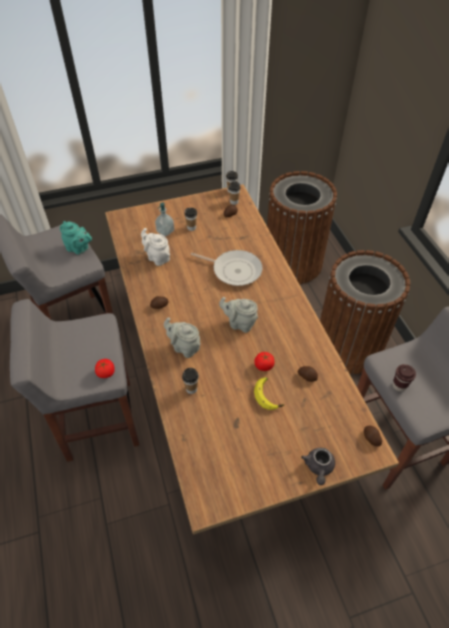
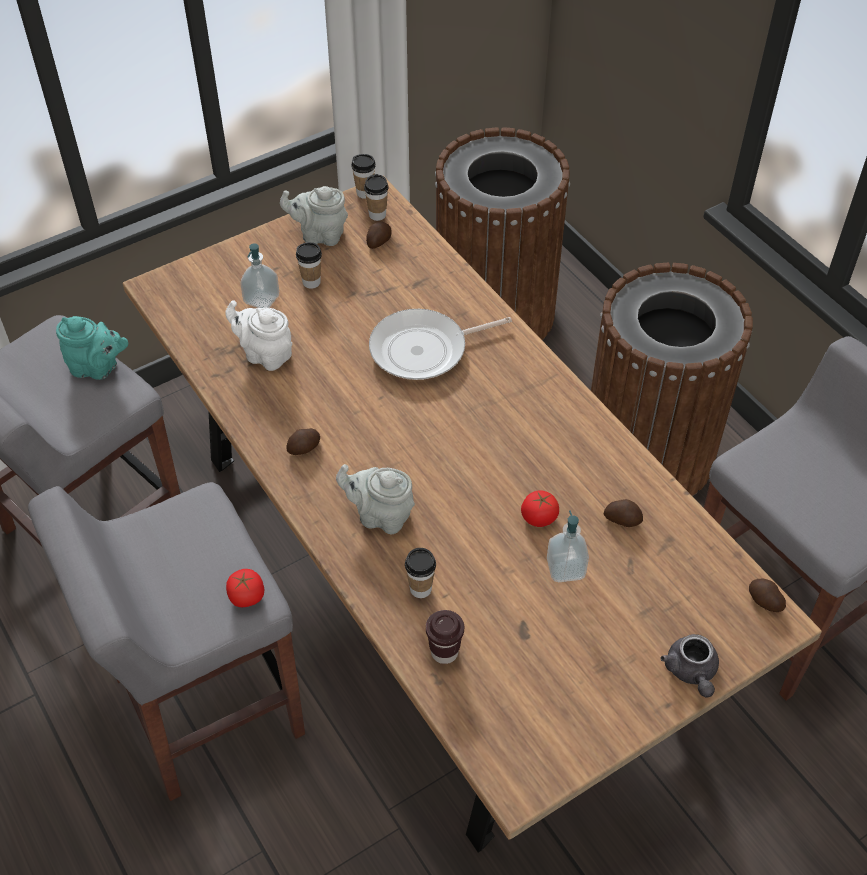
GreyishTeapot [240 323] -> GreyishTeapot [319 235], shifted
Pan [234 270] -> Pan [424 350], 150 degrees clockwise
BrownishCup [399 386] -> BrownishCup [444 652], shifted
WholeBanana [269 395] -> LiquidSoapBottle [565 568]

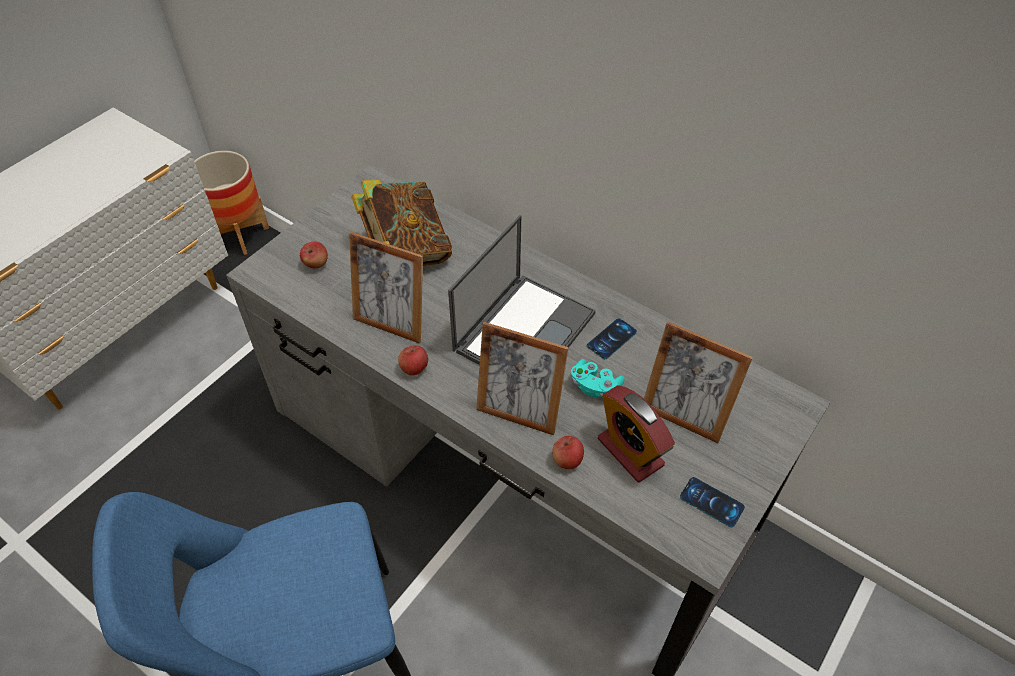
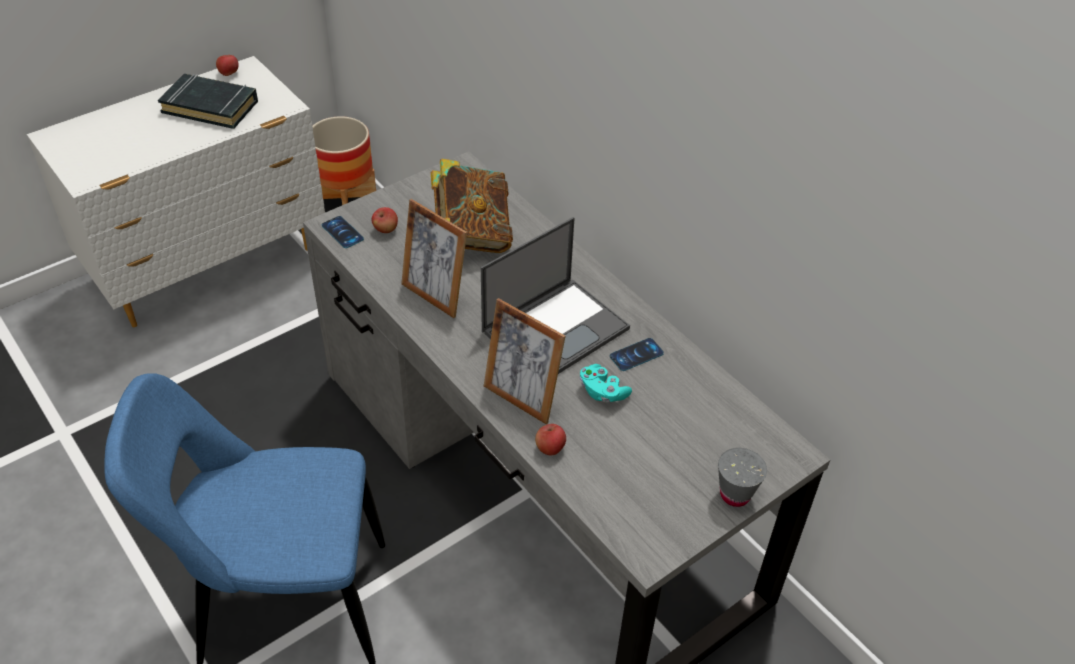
none -> BlackishBoundBook [210 106]
WholeApple [414 368] -> WholeApple [229 73], shifted
Handset [711 502] -> Handset [342 232], shifted
none -> GreyishCup [735 494]
BedsideClock [630 452] -> none
PhotoFrame [683 416] -> none

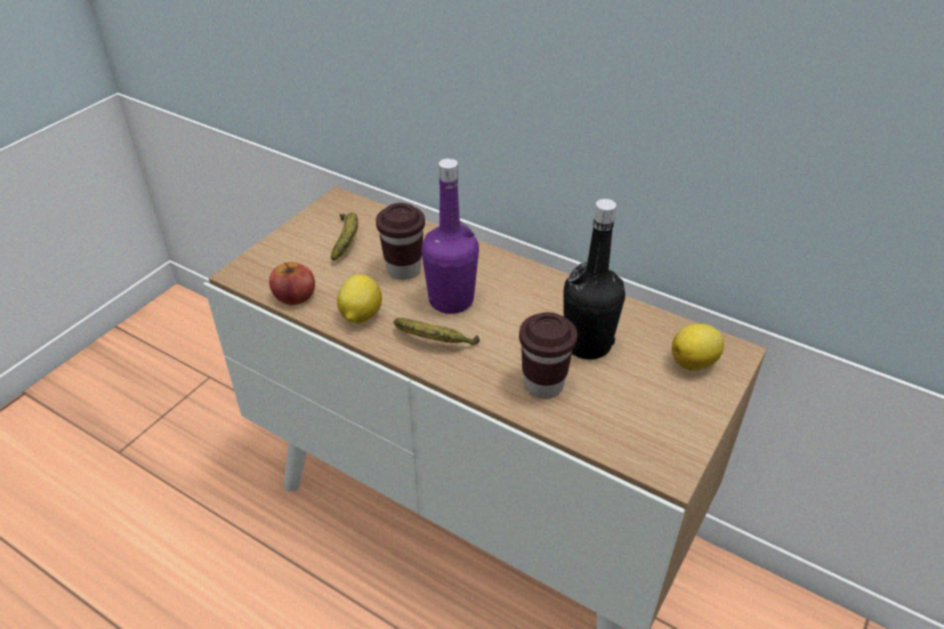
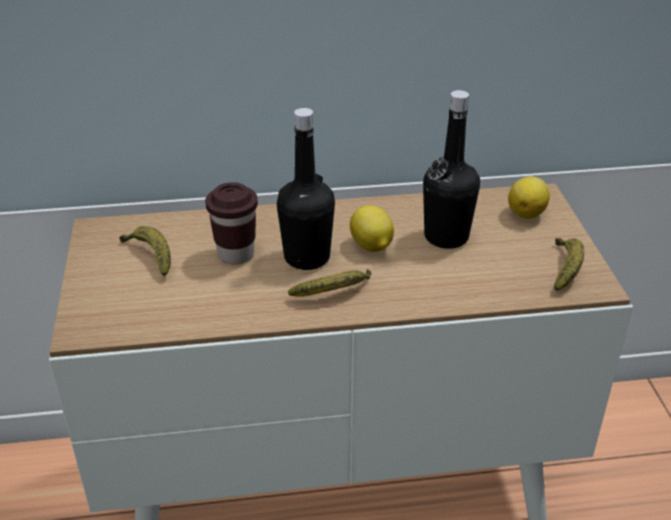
PurpleBottle [451 300] -> BlackishBottle [307 257]
Lemon [360 316] -> Lemon [371 246], shifted
none -> WholeBanana [565 269]
WholeApple [294 295] -> none
BrownishCup [543 385] -> none

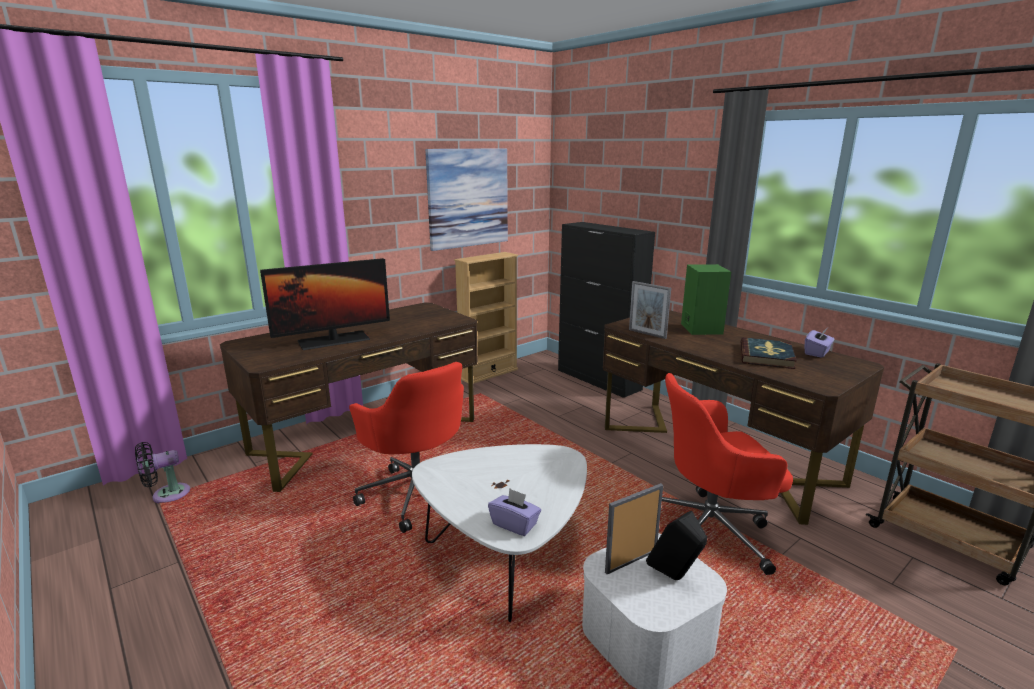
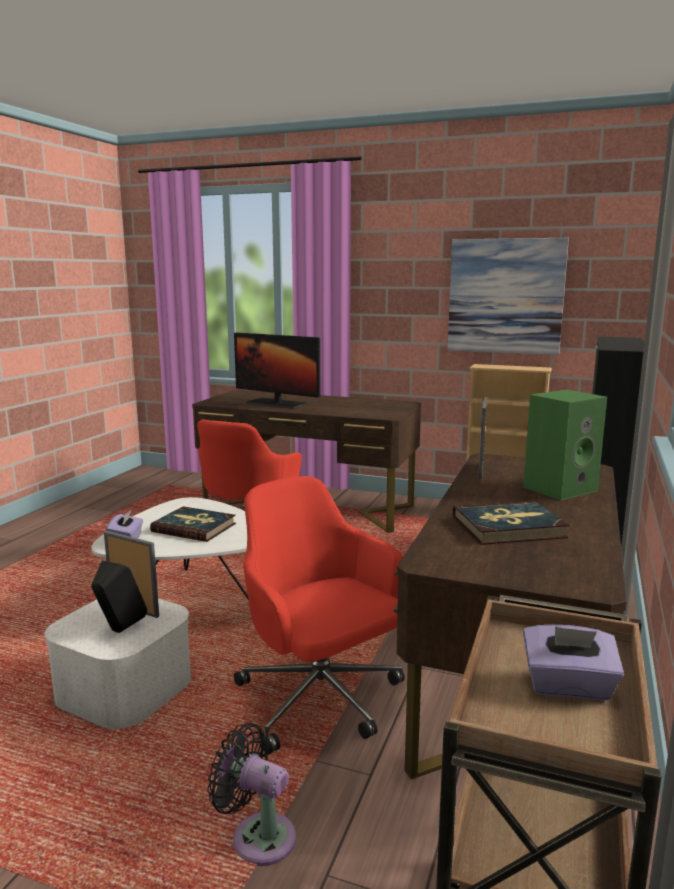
none -> BoundBook [194 527]
BlackishElectricFan [167 495] -> BlackishElectricFan [258 836], shifted
PurpleTissueBox [817 353] -> PurpleTissueBox [568 686], shifted

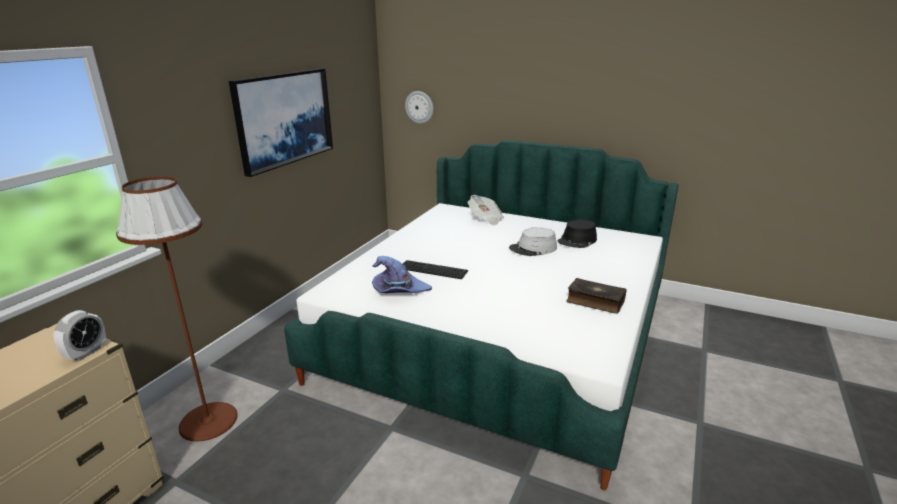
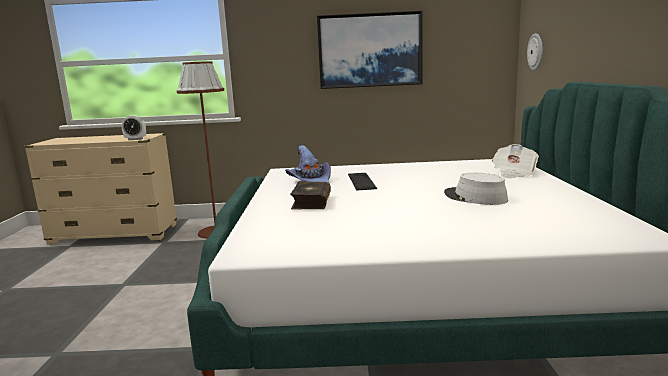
BoundBook [595 301] -> BoundBook [310 202], shifted
BlackishWearableHat [577 240] -> none

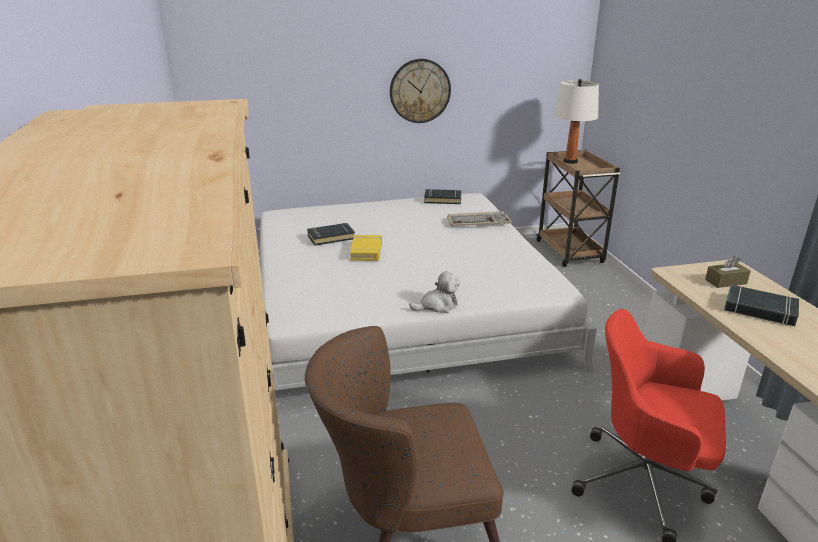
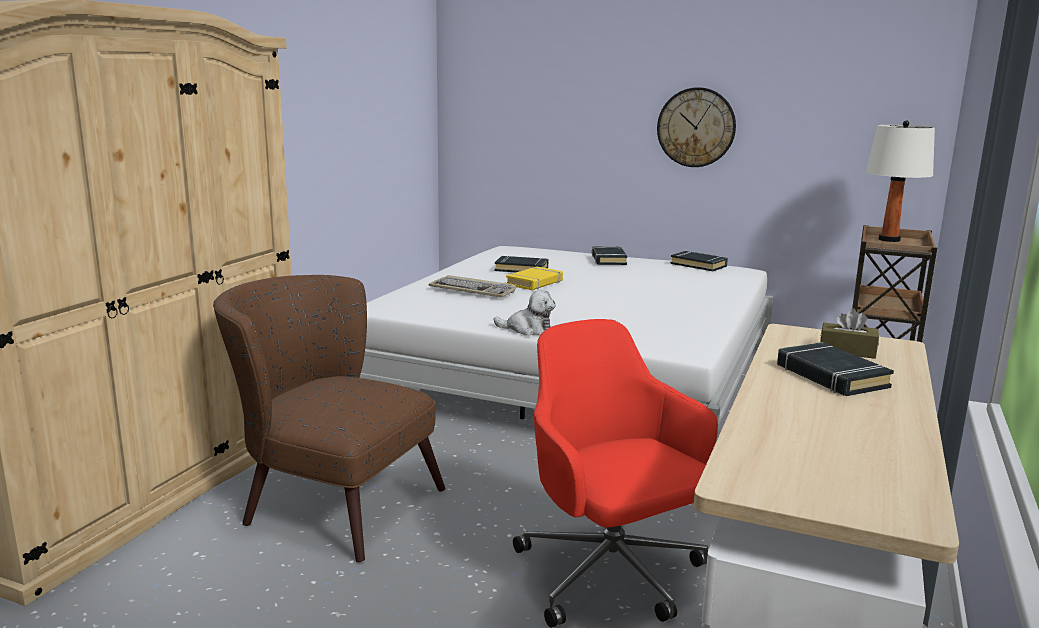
ComputerKeyboard [478 221] -> ComputerKeyboard [474 290], shifted
none -> BlackishBoundBook [608 259]

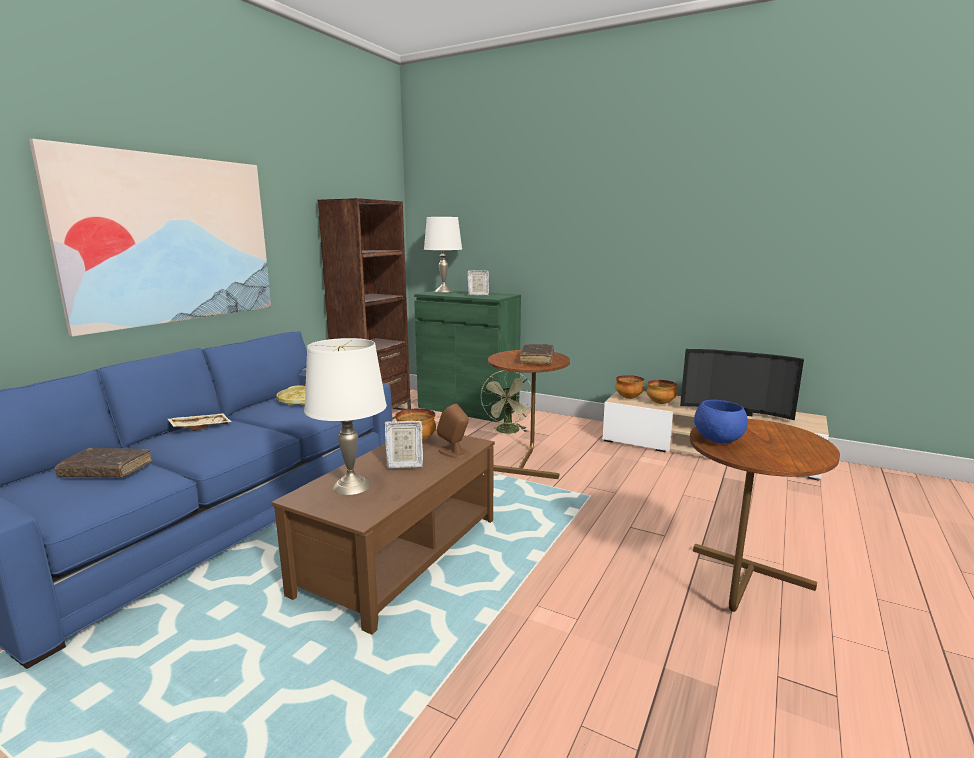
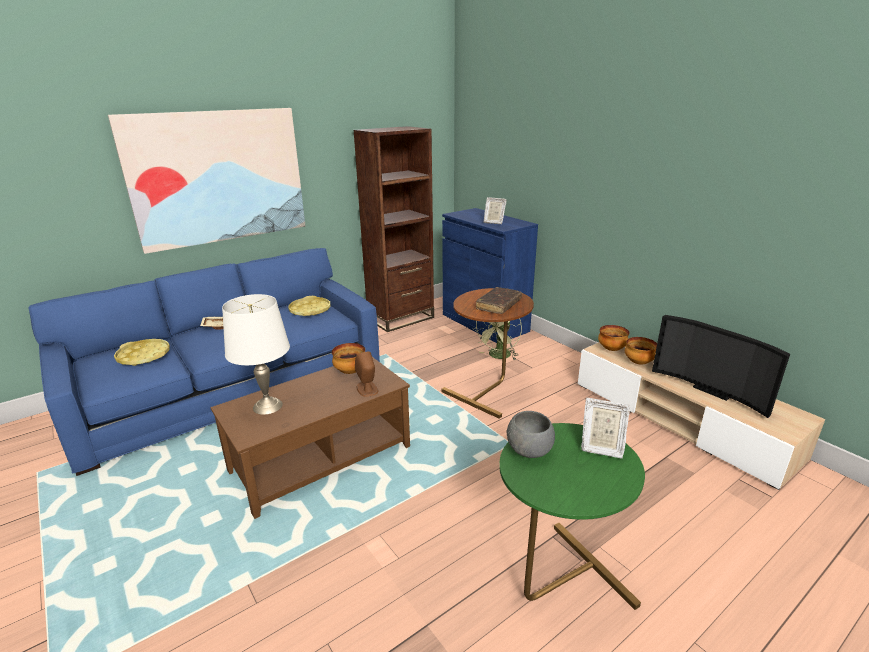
BrownishBoundBook [106 471] -> YellowServingTray [144 356]
GreenCupboard [468 408] -> BlueColouredCupboard [484 323]
BrownishEndTable [740 593] -> GreenEndTable [556 585]
BlueColouredServingBowl [717 440] -> GreyishServingBowl [528 451]
PhotoFrame [404 464] -> PhotoFrame [601 447], shifted
WhiteTabletopLamp [443 291] -> none

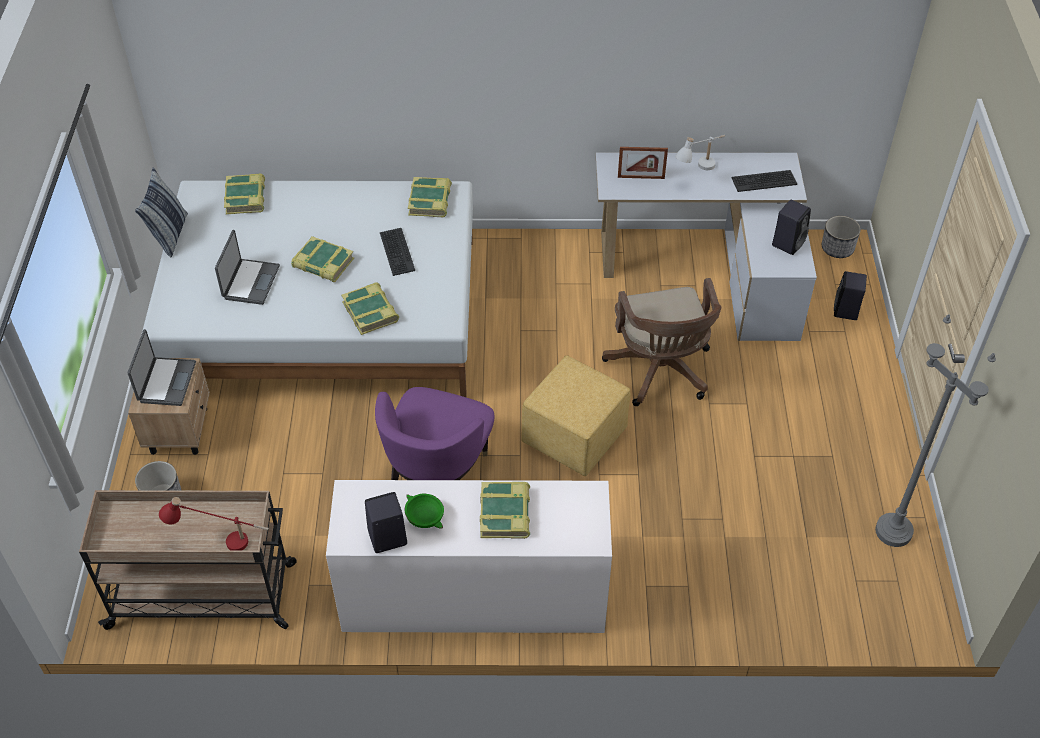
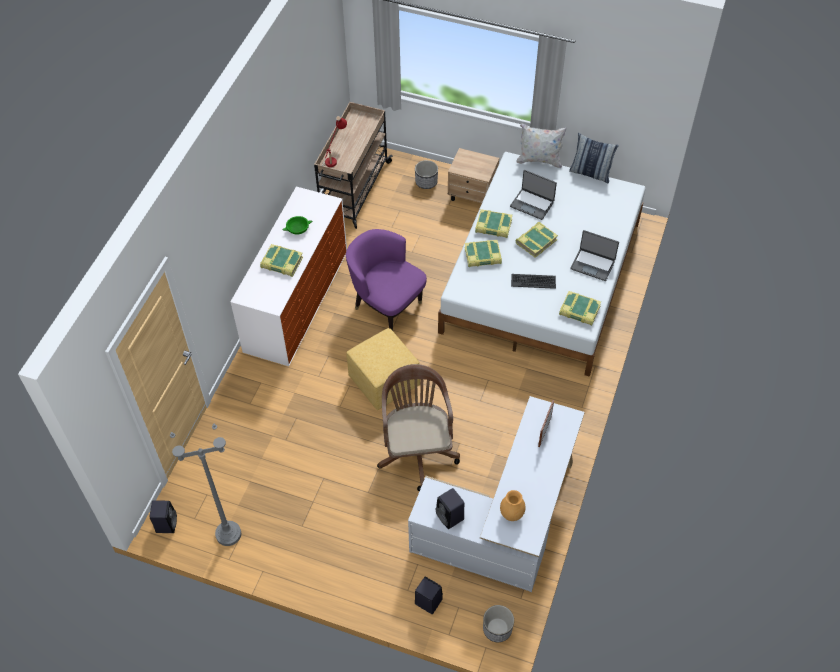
BlackishLoudspeaker [386 538] -> BlackishLoudspeaker [166 523], shifted
BrownishDeskChair [660 372] -> BrownishDeskChair [417 450], 75 degrees clockwise
BoundBook [246 198] -> BoundBook [493 226], shifted
ComputerKeyboard [764 181] -> BrownishVase [512 515]
none -> WhiteCushion [539 160]
PortableComputer [166 382] -> PortableComputer [593 264], shifted
WhiteTabletopLamp [699 171] -> none

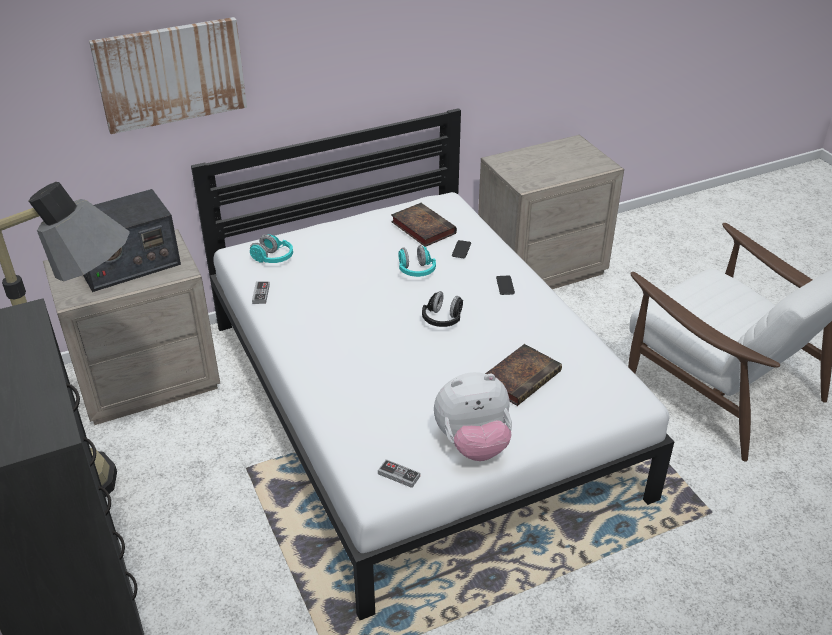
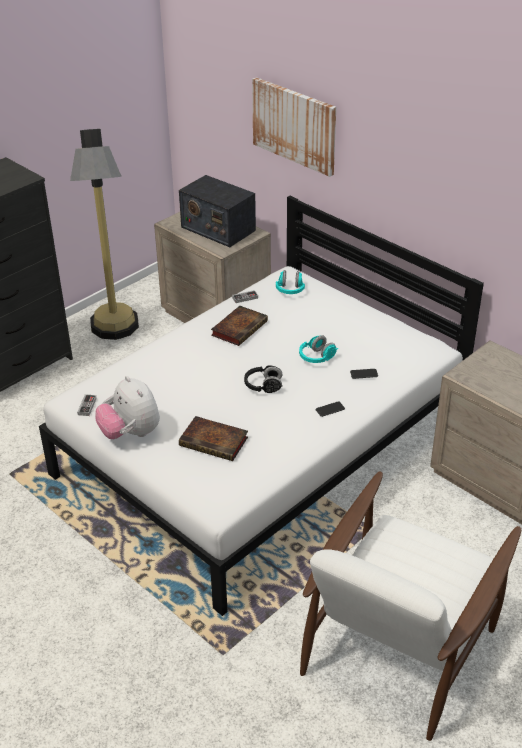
BoundBook [421 227] -> BoundBook [239 328], shifted

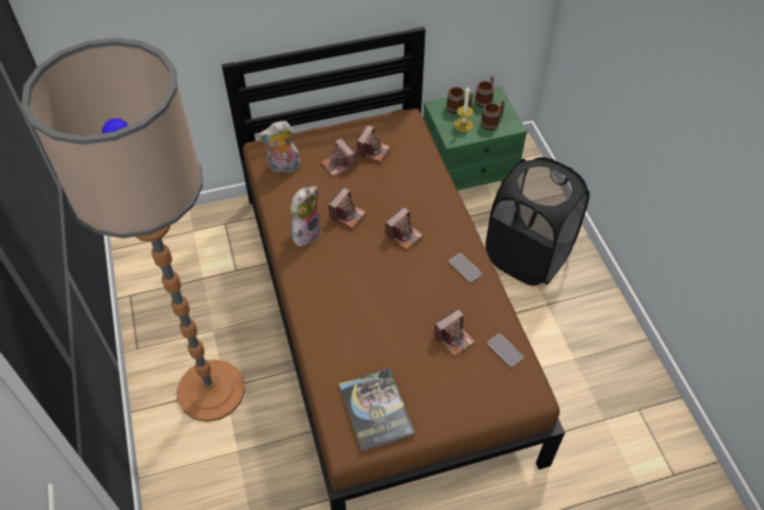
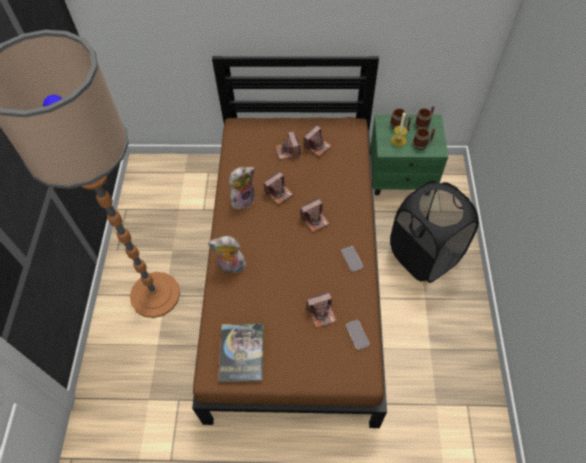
SoftToy [283 167] -> SoftToy [230 266], shifted

